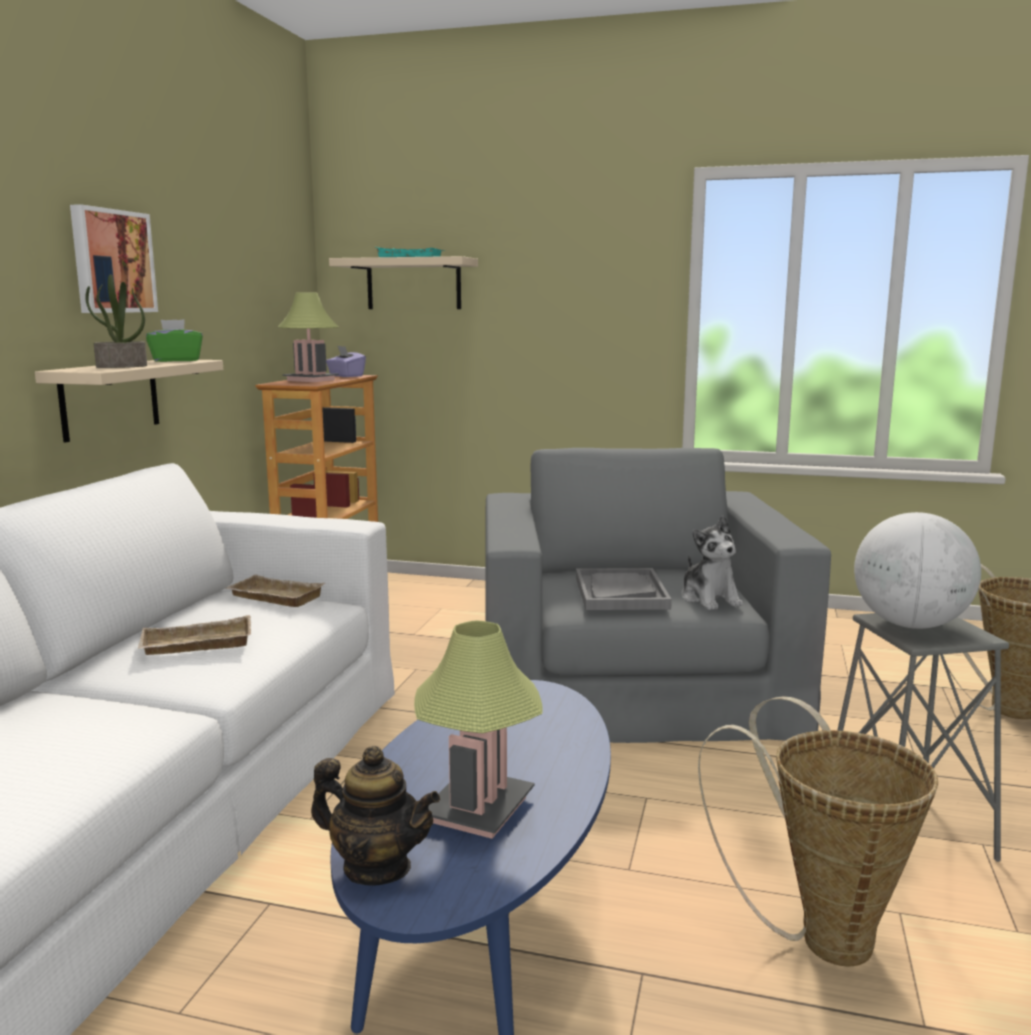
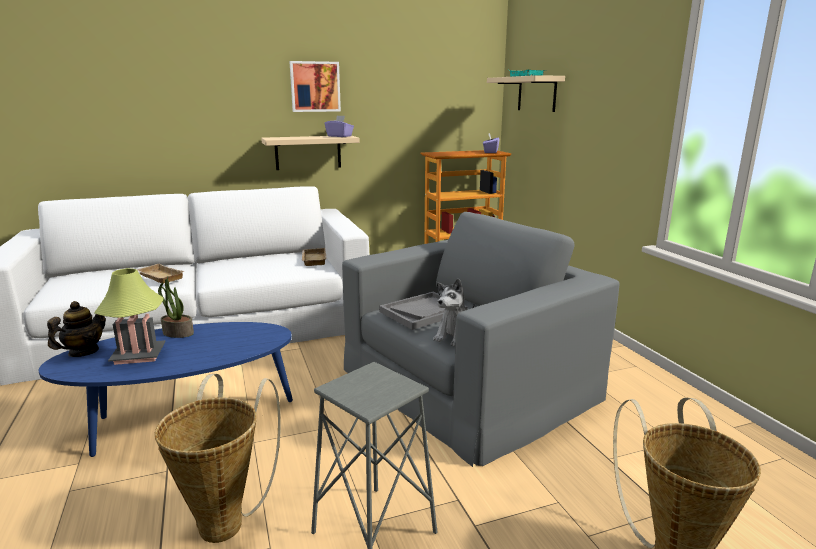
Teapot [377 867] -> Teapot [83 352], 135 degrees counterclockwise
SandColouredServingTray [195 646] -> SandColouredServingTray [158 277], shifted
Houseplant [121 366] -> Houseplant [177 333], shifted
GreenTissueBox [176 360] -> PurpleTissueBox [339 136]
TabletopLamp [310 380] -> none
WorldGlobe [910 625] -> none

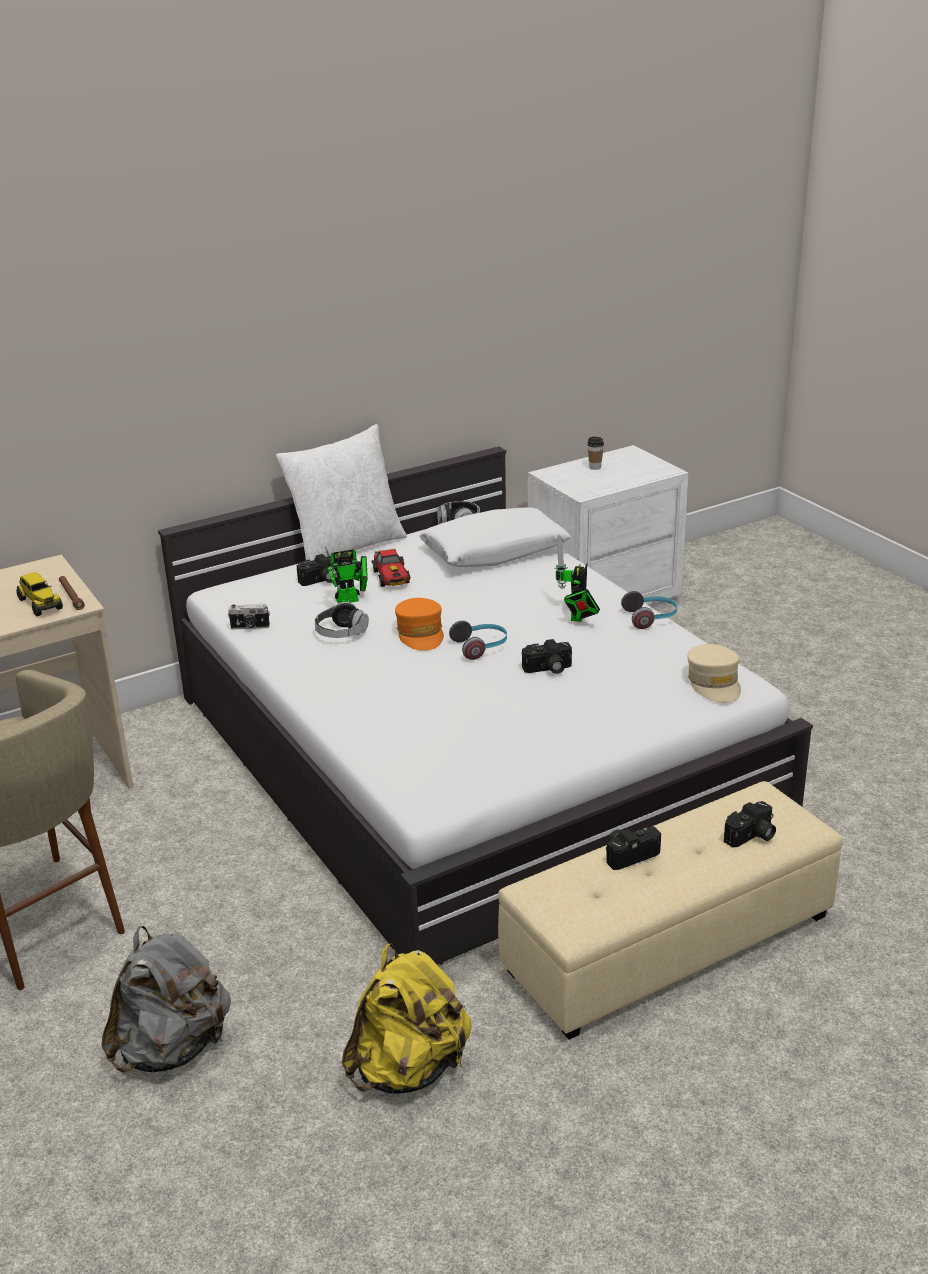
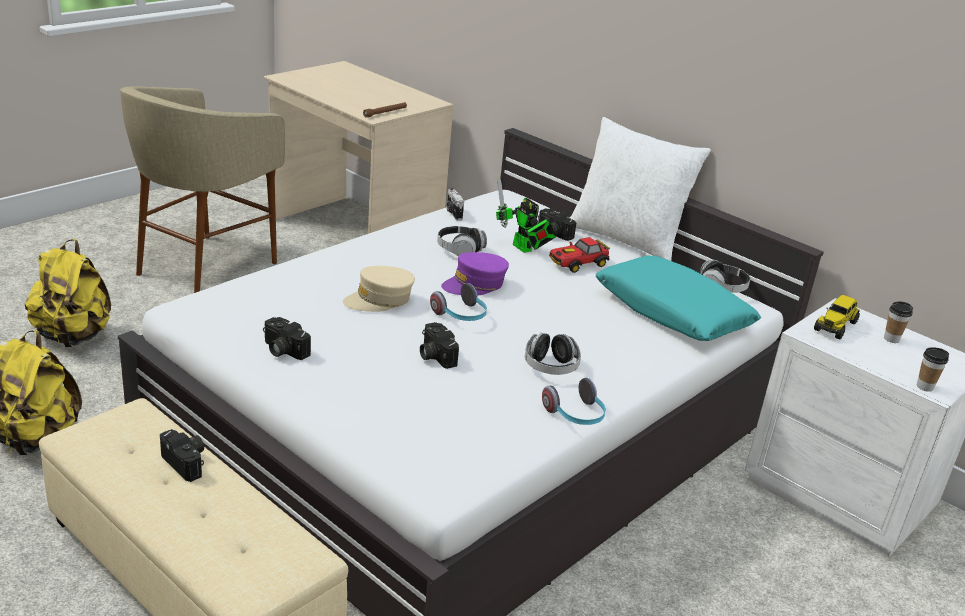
GreyishBackpack [172 1048] -> YellowBackpack [73 336]
StillCamera [751 837] -> StillCamera [282 350], shifted
SandColouredPeakedCap [714 683] -> SandColouredPeakedCap [379 300], shifted
OrangePeakedCap [420 633] -> PurplePeakedCap [475 284]
RobotFigure [577 618] -> Headset [550 367]
WhiteCushion [494 551] -> TurquoiseColouredCushion [672 312]
ToyTruck [40 604] -> ToyTruck [835 326], shifted
none -> Cup [924 387]

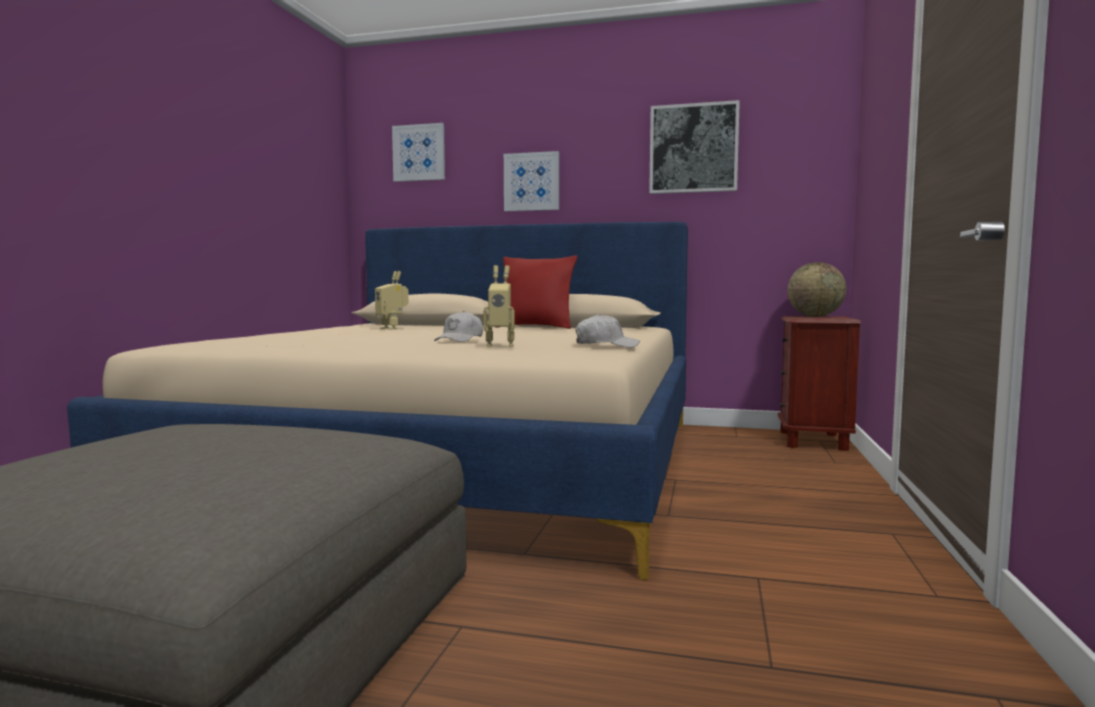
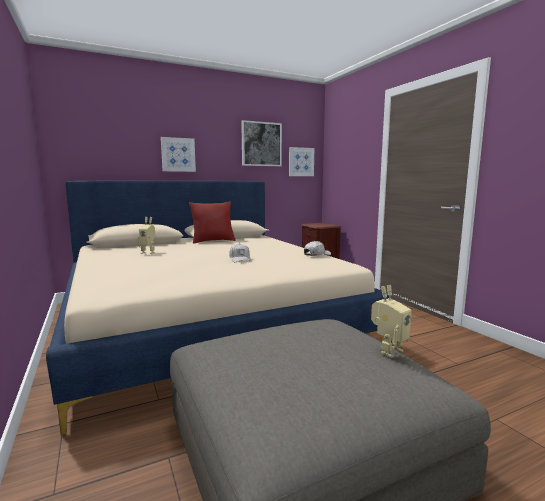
WallPicture [419 153] -> WallPicture [301 162], shifted
RobotFigure [500 346] -> RobotFigure [388 350], shifted
WorldGlobe [815 316] -> none

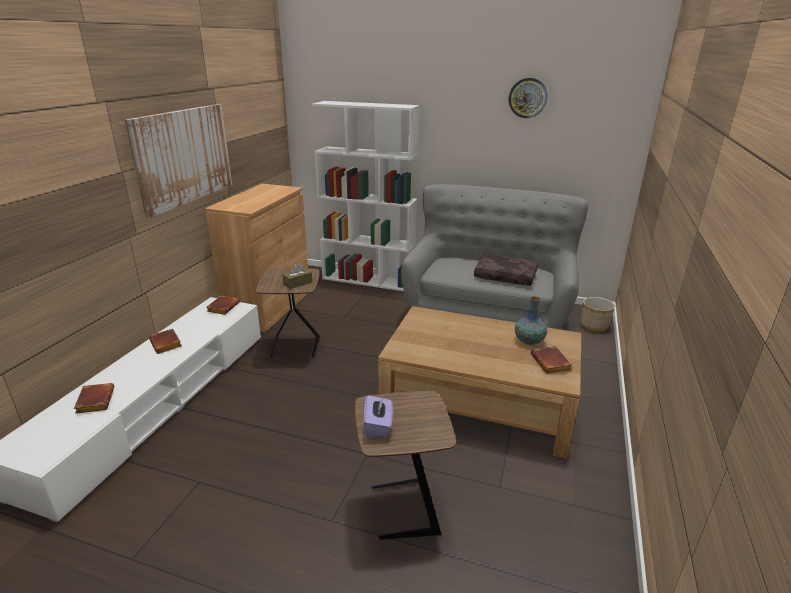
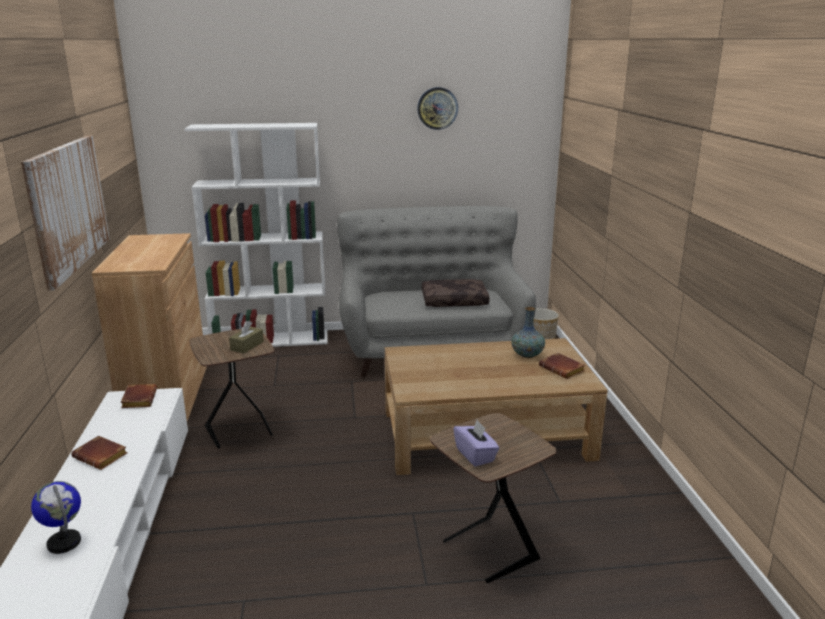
BrownishBoundBook [94 401] -> WorldGlobe [64 542]

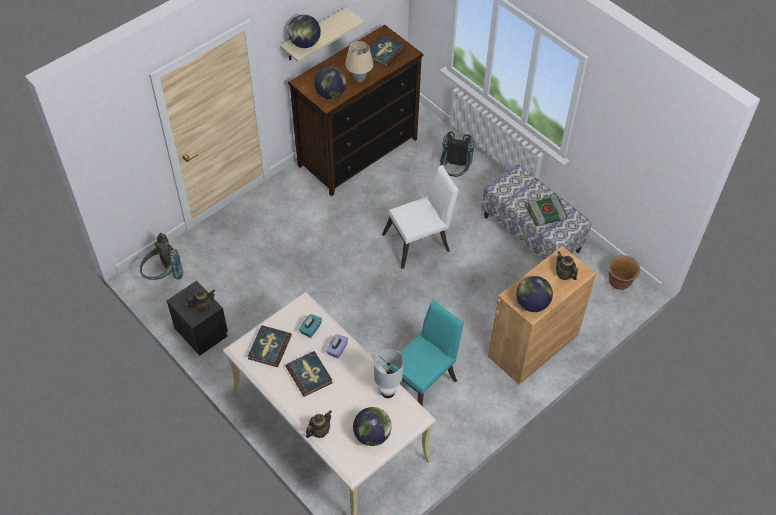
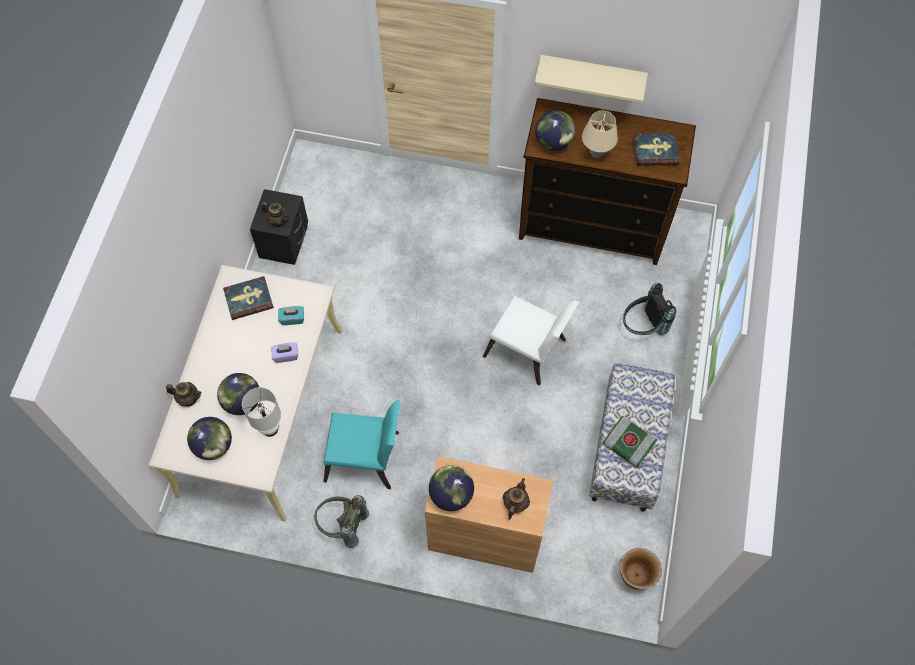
WorldGlobe [304 44] -> WorldGlobe [242 402], shifted
GreyishBackpack [163 276] -> GreyishBackpack [342 525], shifted
BoundBook [309 375] -> none

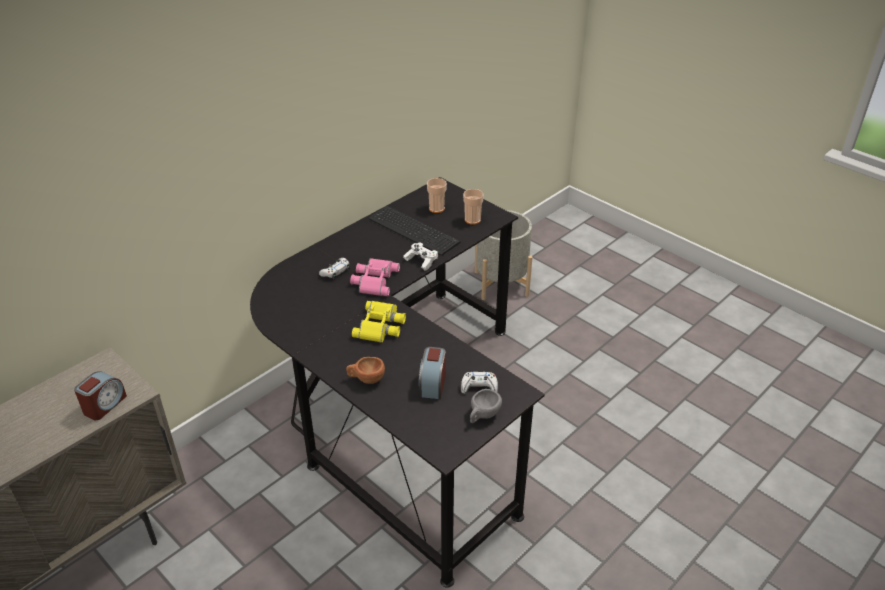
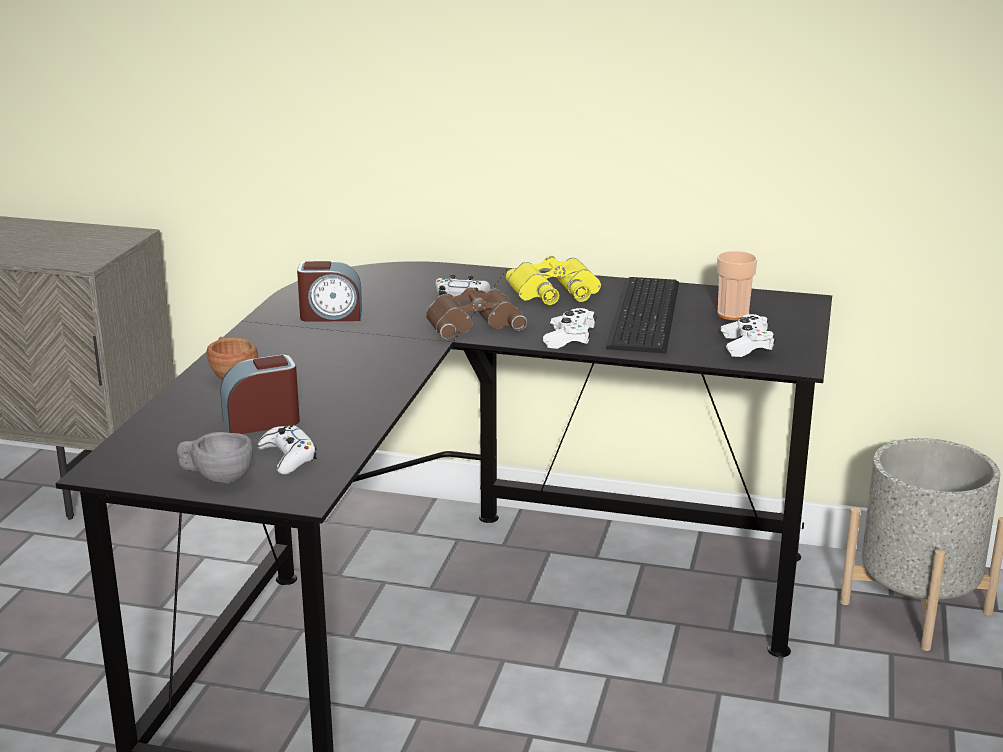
BedsideClock [104 405] -> BedsideClock [331 315], shifted
PinkColouredPairOfBinoculars [374 280] -> BrownishPairOfBinoculars [473 322]
YellowPairOfBinoculars [381 326] -> YellowPairOfBinoculars [555 292], shifted
Cup [472 220] -> WhiteGameController [746 346]

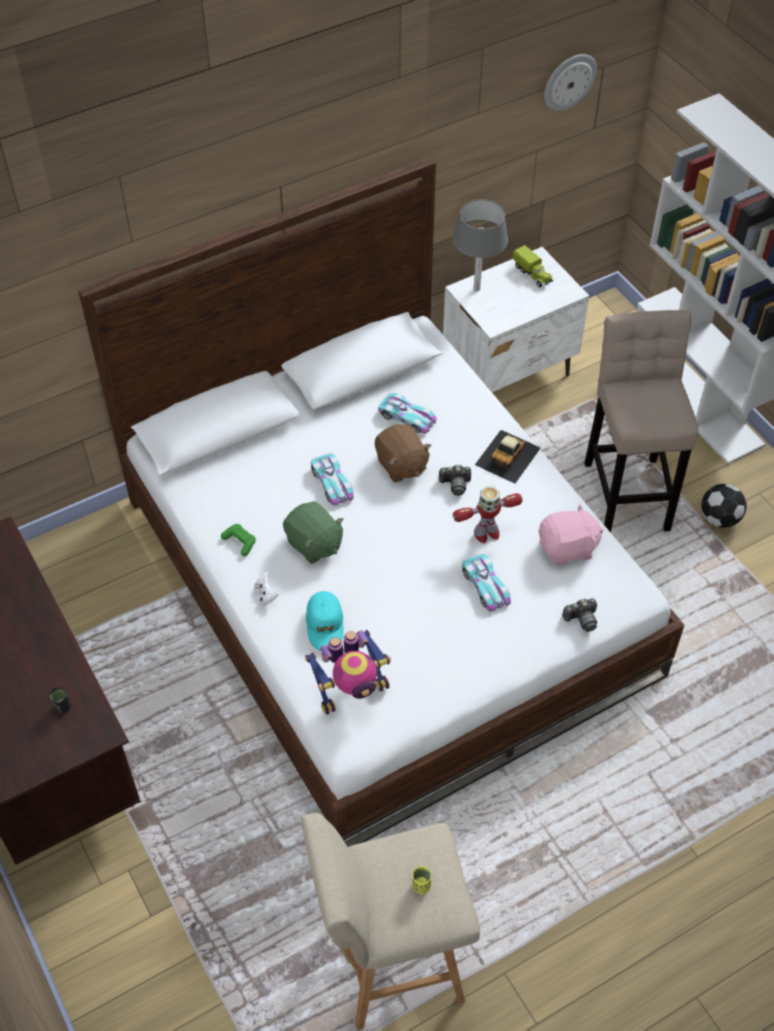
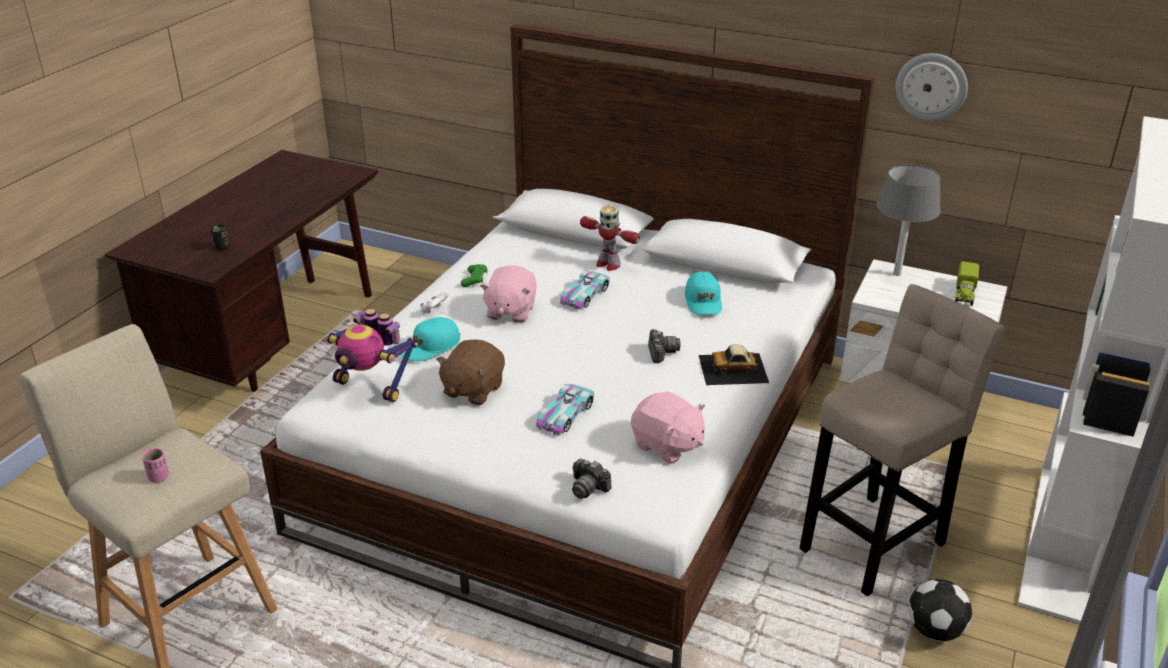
YellowCup [421 885] -> PinkColouredCup [158 477]
BrownishSoftToy [401 465] -> BrownishSoftToy [472 390], shifted
GreenSoftToy [314 544] -> PinkColouredSoftToy [510 311]
RobotFigure [486 533] -> RobotFigure [607 264], shifted
StillCamera [455 484] -> StillCamera [661 353], 150 degrees counterclockwise
ModelCar [407 417] -> TurquoiseColouredPeakedCap [703 301]
HangingClock [569 81] -> HangingClock [931 86], shifted

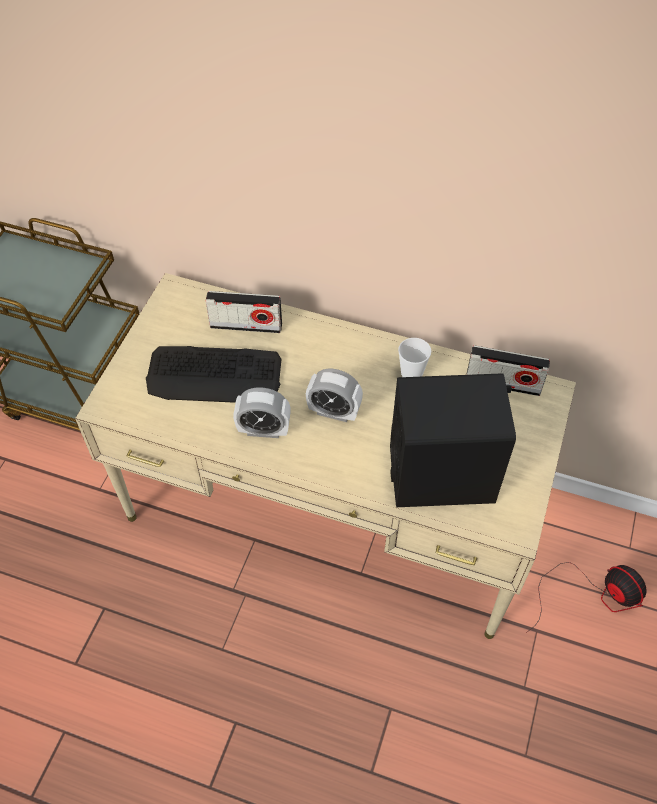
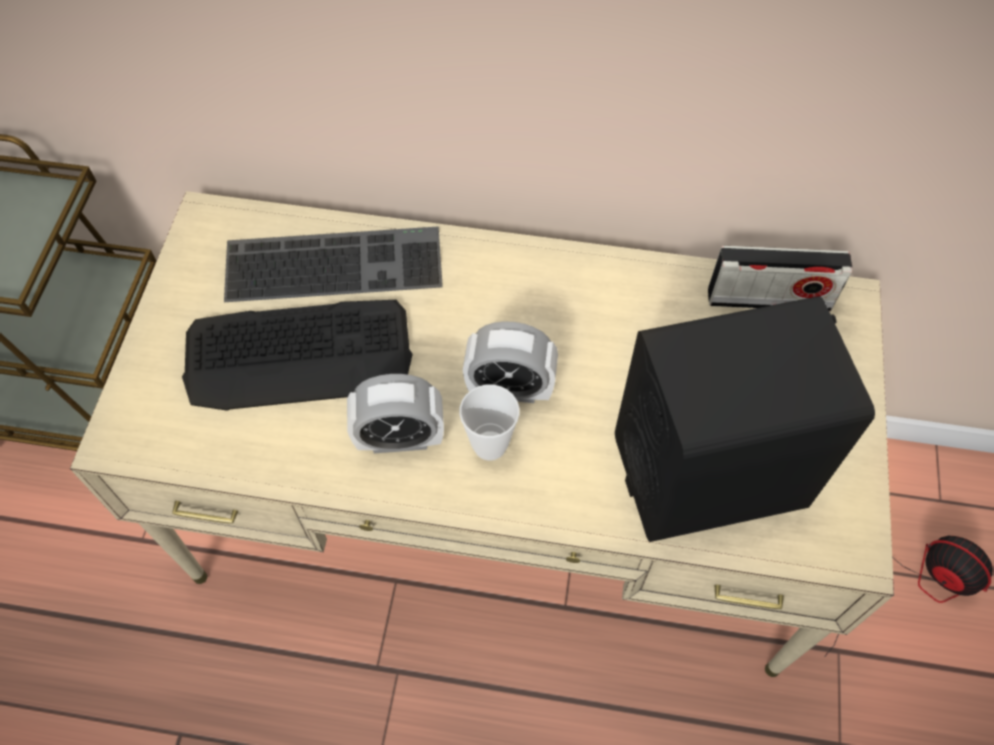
RadioSet [246 325] -> ComputerKeyboard [336 261]
Cup [411 376] -> Cup [490 445], shifted

